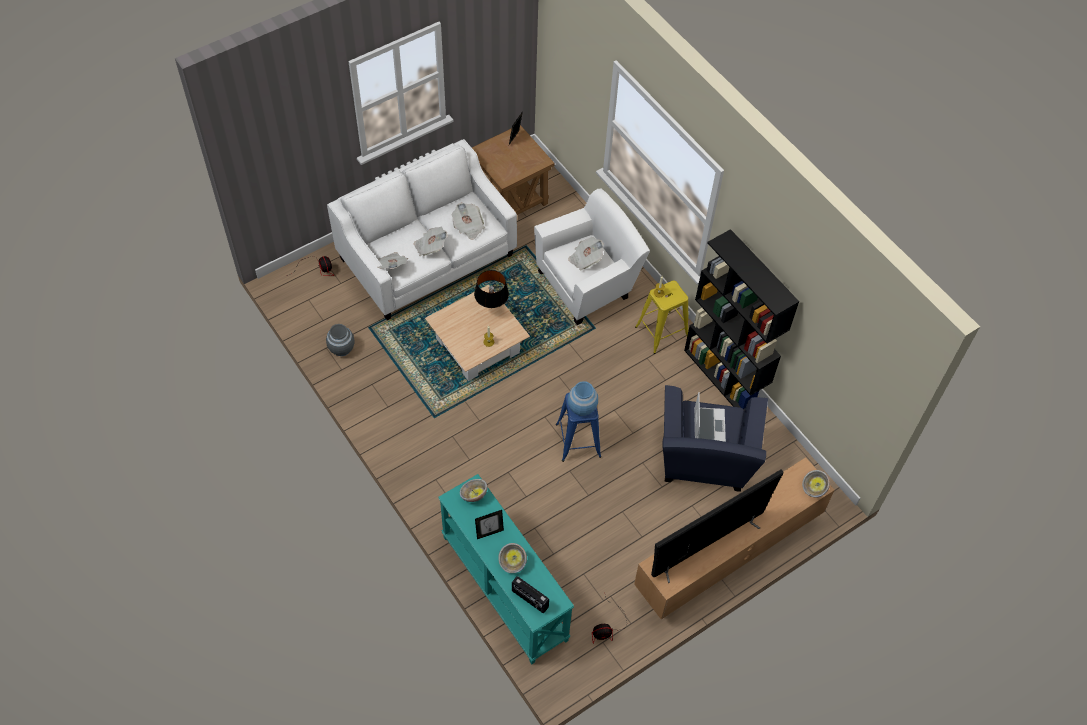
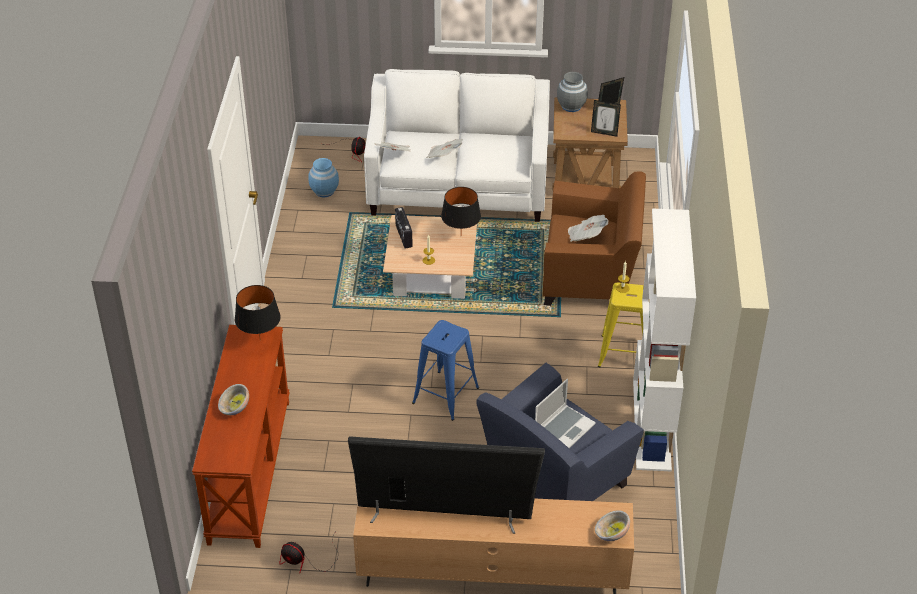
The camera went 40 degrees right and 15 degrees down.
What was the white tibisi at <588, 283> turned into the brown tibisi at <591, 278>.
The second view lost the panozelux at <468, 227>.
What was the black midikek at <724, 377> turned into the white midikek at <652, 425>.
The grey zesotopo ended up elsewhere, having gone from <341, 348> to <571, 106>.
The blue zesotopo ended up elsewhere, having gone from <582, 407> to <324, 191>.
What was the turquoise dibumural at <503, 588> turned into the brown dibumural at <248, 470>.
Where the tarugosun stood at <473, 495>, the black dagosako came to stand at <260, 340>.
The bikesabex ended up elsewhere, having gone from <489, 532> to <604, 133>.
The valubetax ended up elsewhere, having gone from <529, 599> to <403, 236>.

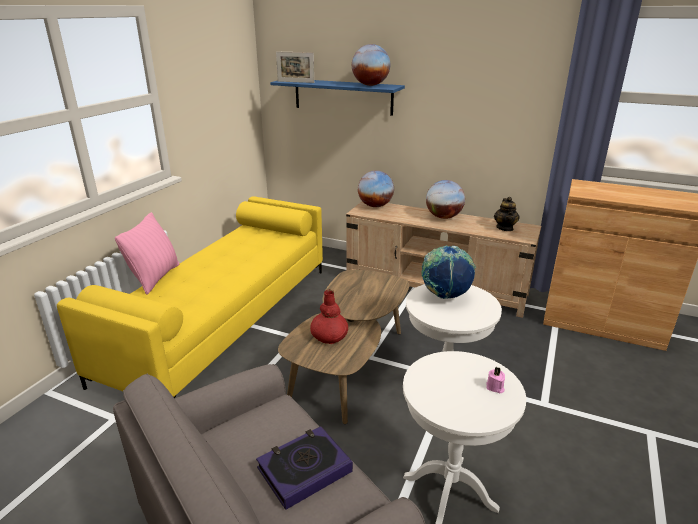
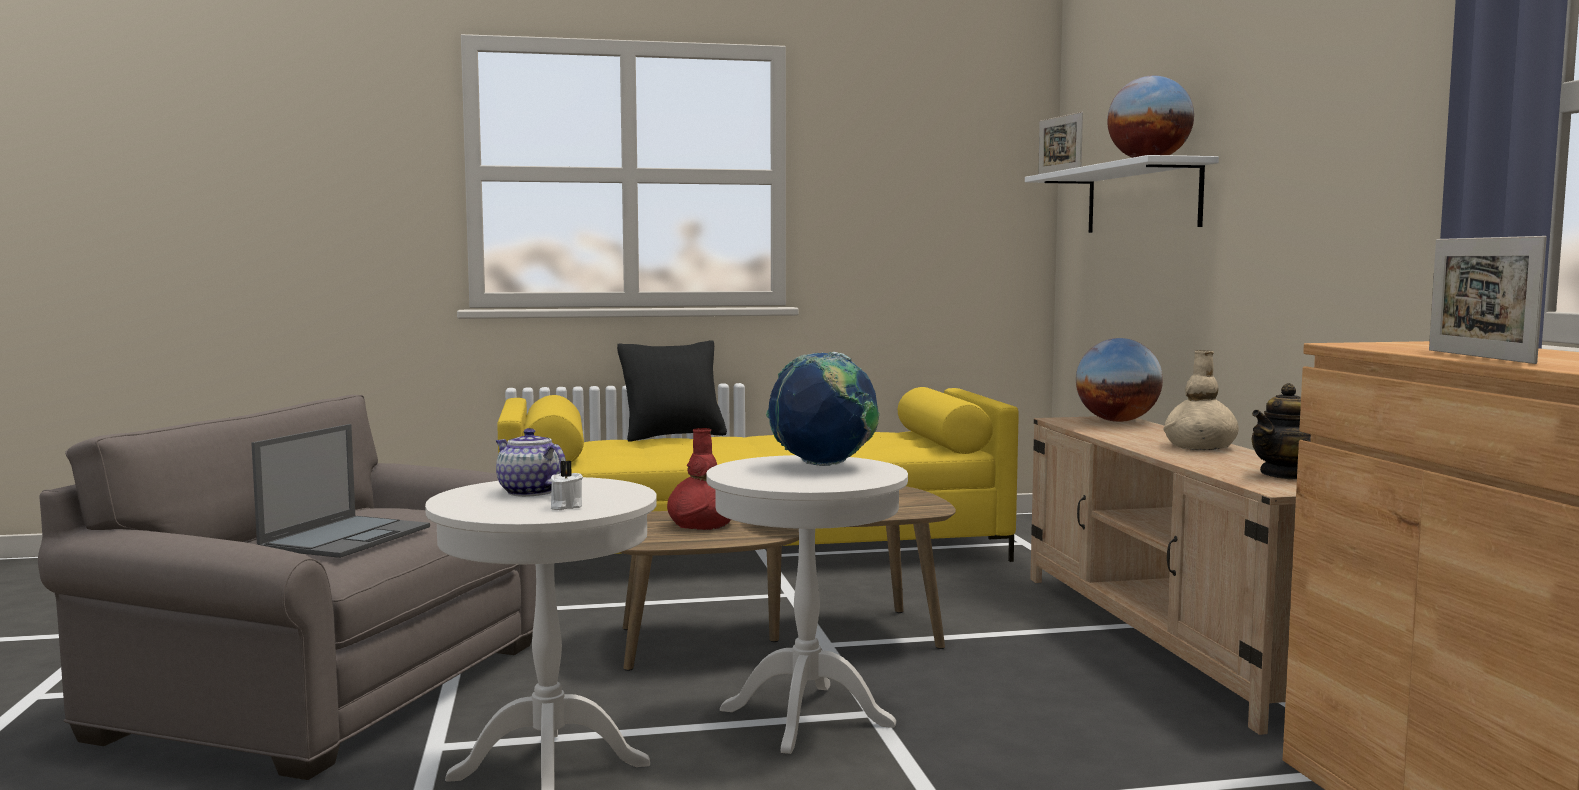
The camera went 55 degrees right and 20 degrees down.
What was the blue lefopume at <343, 96> turned into the white lefopume at <1142, 199>.
Where the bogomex stood at <443, 217>, the beige zesotopo came to stand at <1200, 447>.
What was the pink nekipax at <155, 278> turned into the black nekipax at <673, 436>.
What was the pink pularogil at <495, 387> turned into the white pularogil at <565, 506>.
Where the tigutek stood at <304, 469>, the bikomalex came to stand at <347, 537>.
The second view gained the bikesabex at <1479, 356>.
The second view gained the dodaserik at <529, 492>.

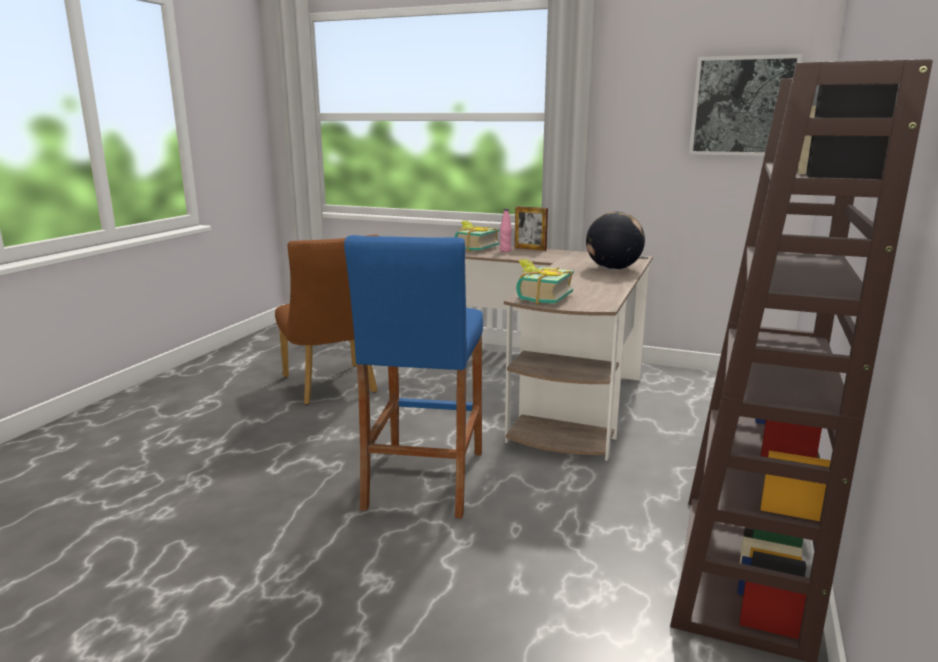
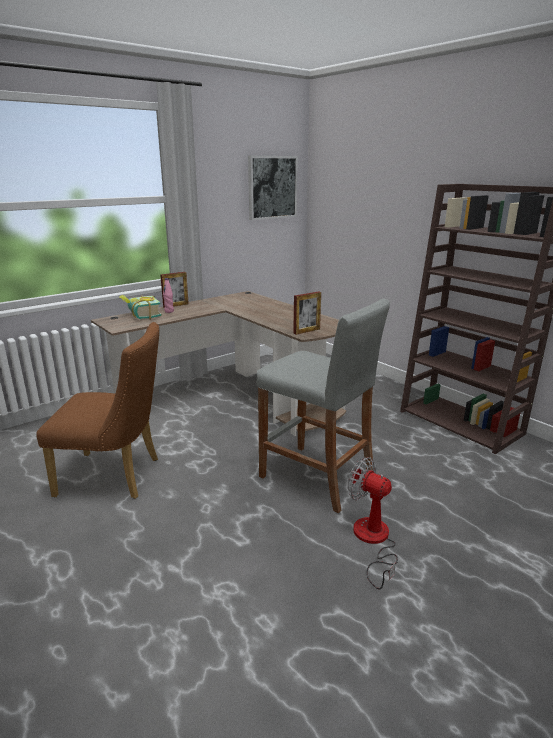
The camera went 60 degrees left and 5 degrees up.
The second view lost the bogomex at <613, 268>.
What was the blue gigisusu at <424, 479> turned into the grey gigisusu at <317, 477>.
Where the tigutek stood at <539, 297>, the bikesabex came to stand at <306, 331>.
The second view gained the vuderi at <373, 541>.

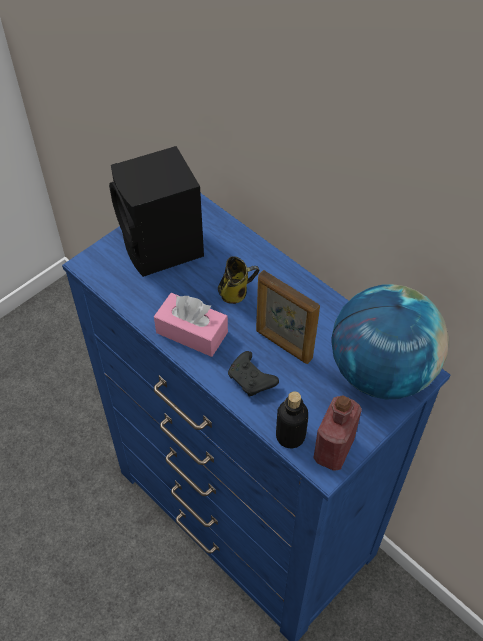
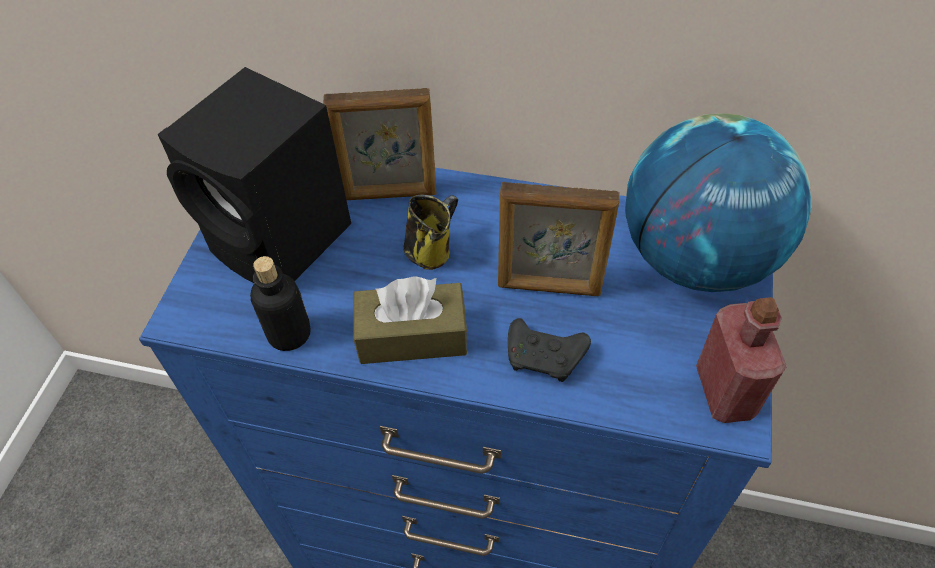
The camera went 30 degrees left and 0 degrees up.
What was the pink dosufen at <192, 332> turned into the brown dosufen at <412, 336>.
The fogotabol ended up elsewhere, having gone from <290, 436> to <289, 334>.
The second view gained the bikesabex at <390, 194>.

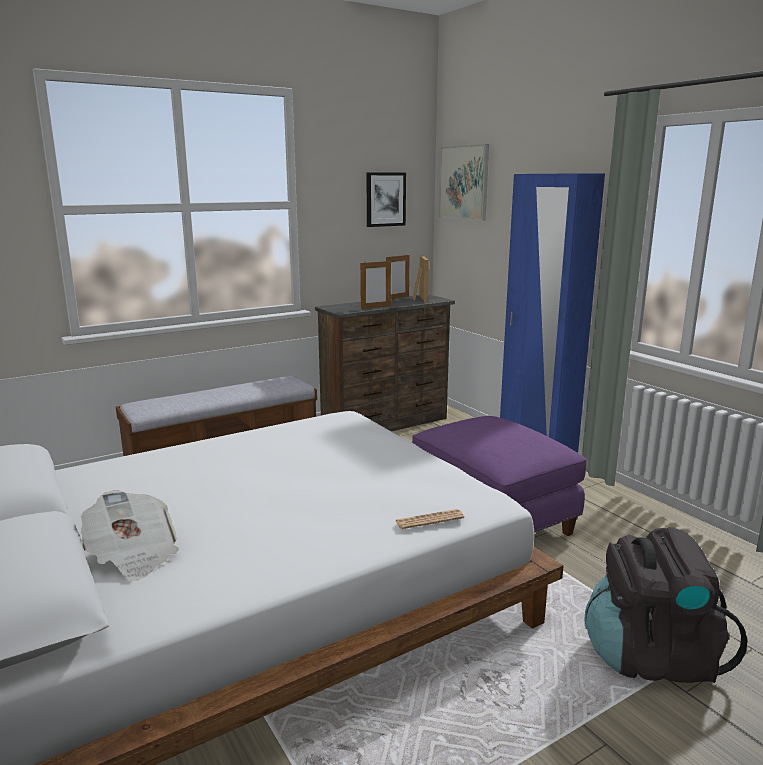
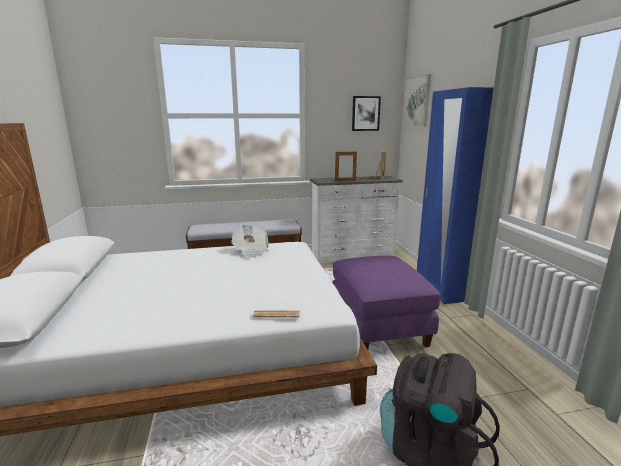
The camera went 20 degrees right and 0 degrees up.
The second view lost the bikesabex at <397, 298>.
What was the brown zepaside at <387, 424> turned into the white zepaside at <353, 256>.
The panozelux ended up elsewhere, having gone from <133, 555> to <250, 251>.

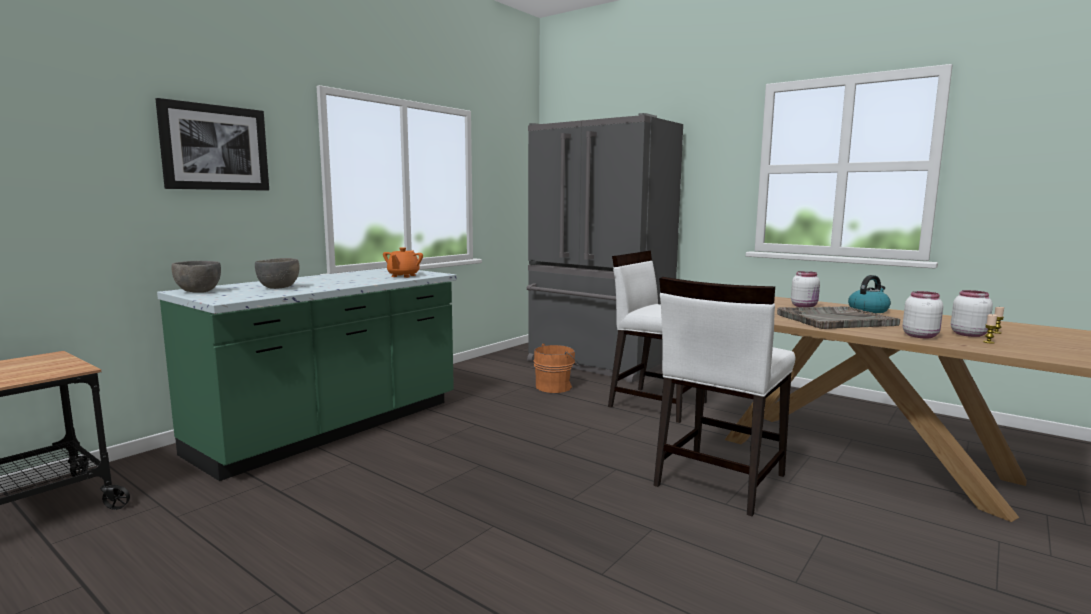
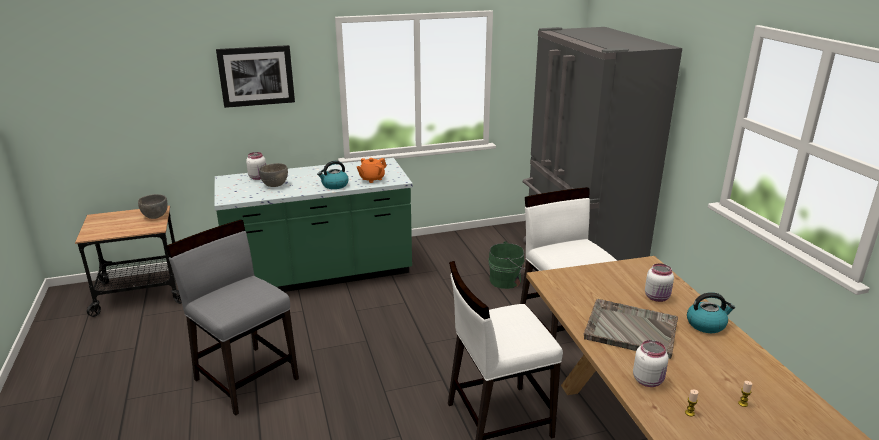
The camera went 35 degrees right and 15 degrees up.
The grey tarugosun ended up elsewhere, having gone from <198, 291> to <155, 216>.
The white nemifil ended up elsewhere, having gone from <968, 334> to <258, 177>.
What was the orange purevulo at <555, 387> turned into the green purevulo at <507, 280>.
The second view gained the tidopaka at <334, 185>.
The second view gained the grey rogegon at <246, 378>.

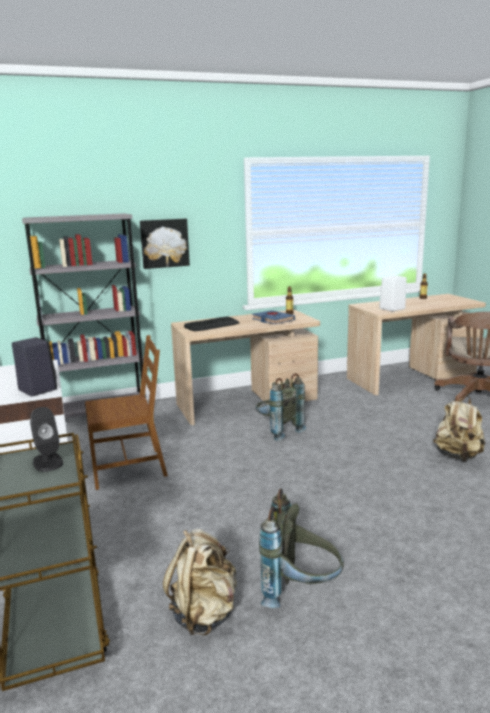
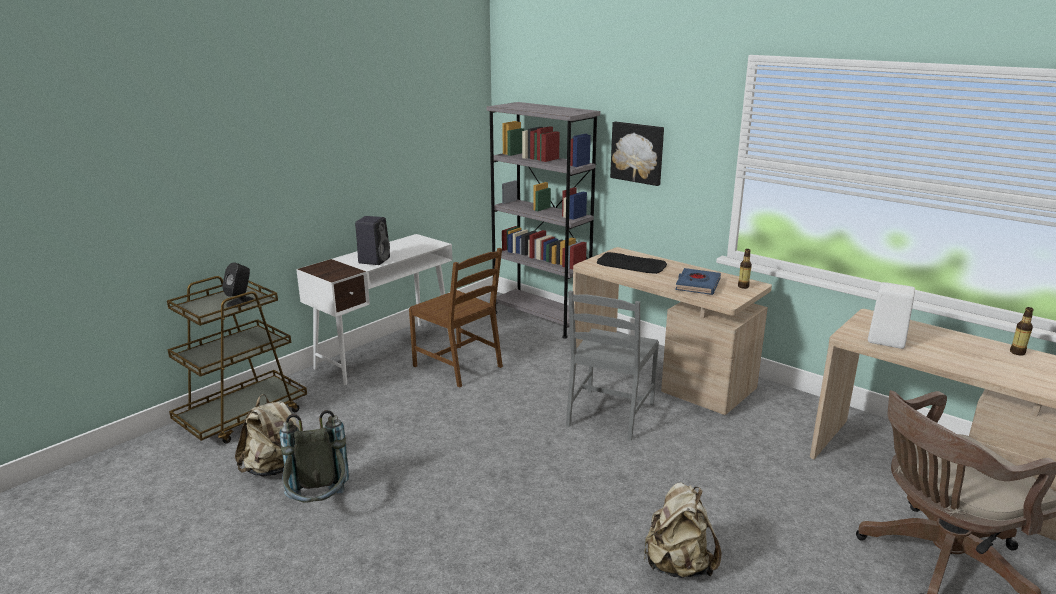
The camera went 60 degrees right and 5 degrees up.
Where the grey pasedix stood at <278, 431>, the grey rogegon came to stand at <610, 415>.

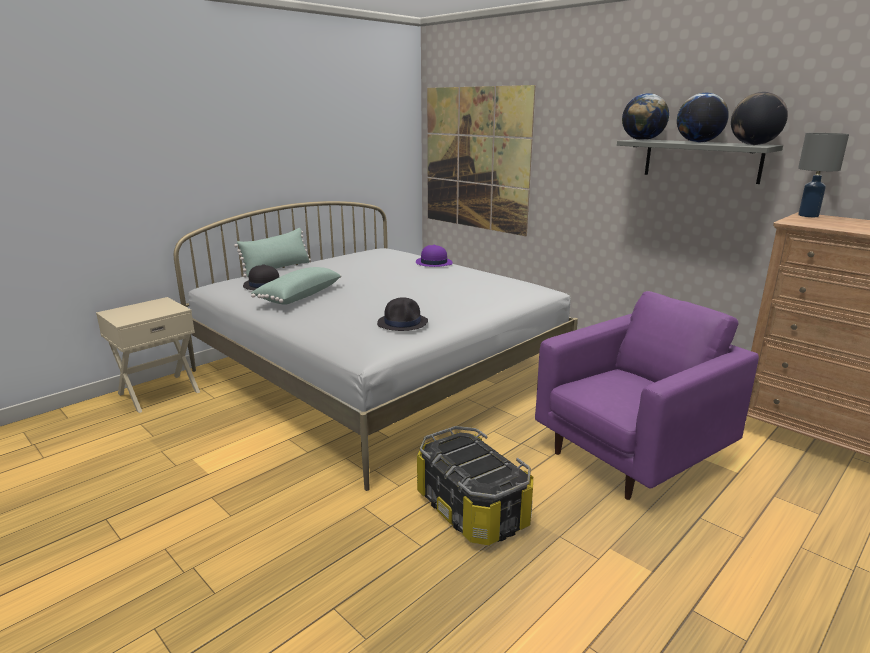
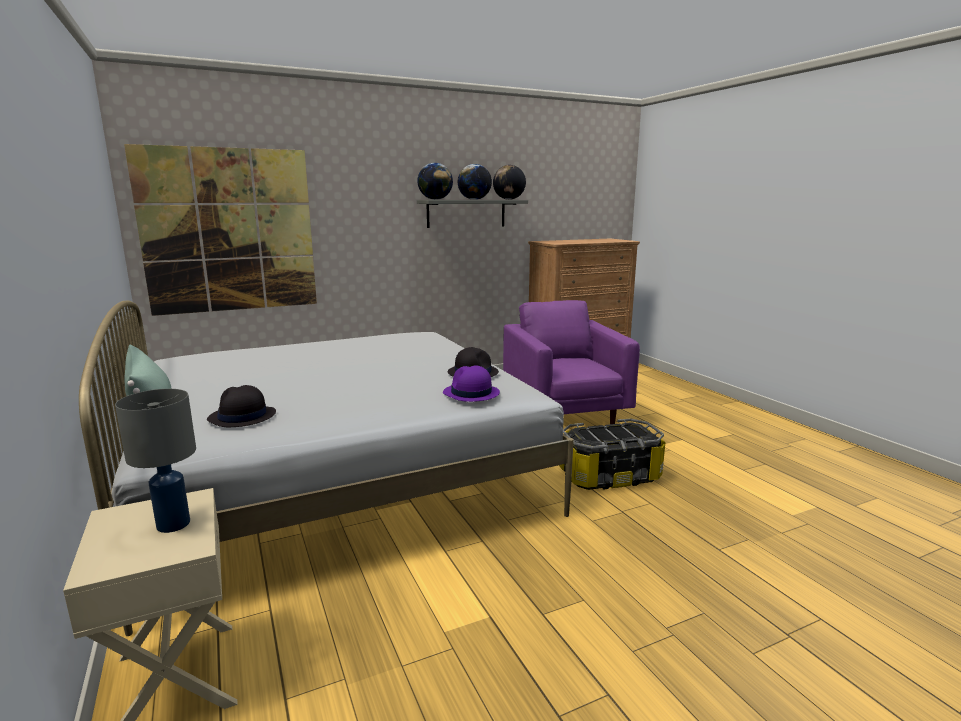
The camera went 70 degrees left and 5 degrees down.
The grey dagosako ended up elsewhere, having gone from <809, 216> to <174, 524>.
The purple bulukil ended up elsewhere, having gone from <433, 263> to <471, 393>.
The second view lost the green nekipax at <298, 296>.

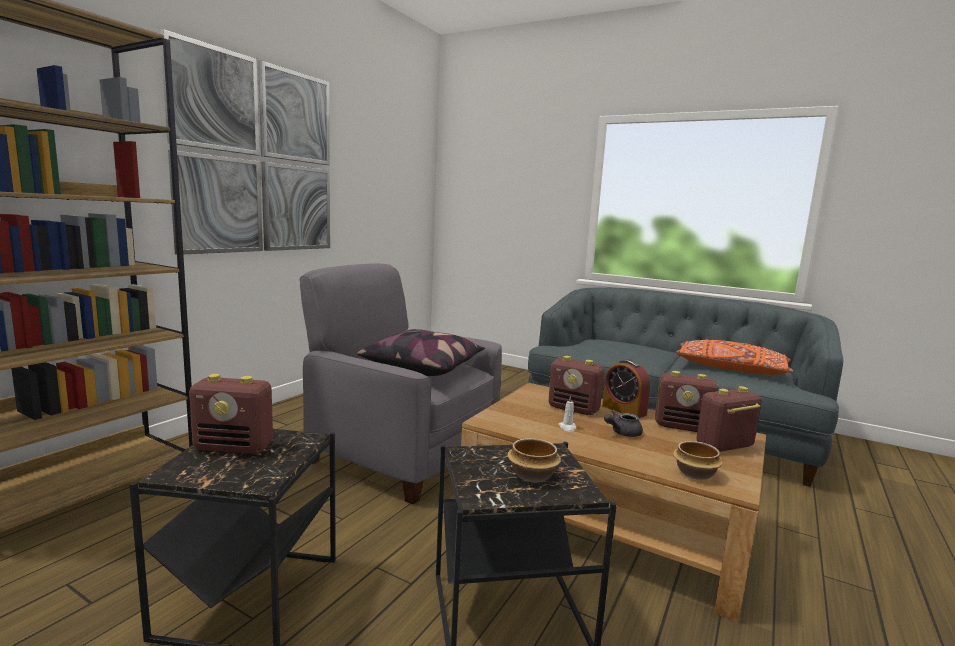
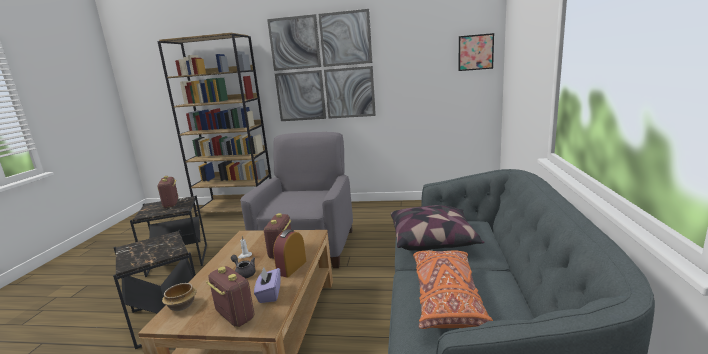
The camera went 70 degrees right and 5 degrees up.
The nekipax ended up elsewhere, having gone from <423, 368> to <433, 240>.
Where the valubetax stood at <682, 427>, the purple dosufen came to stand at <269, 294>.
The second view lost the tarugosun at <531, 476>.
The second view gained the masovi at <475, 52>.

